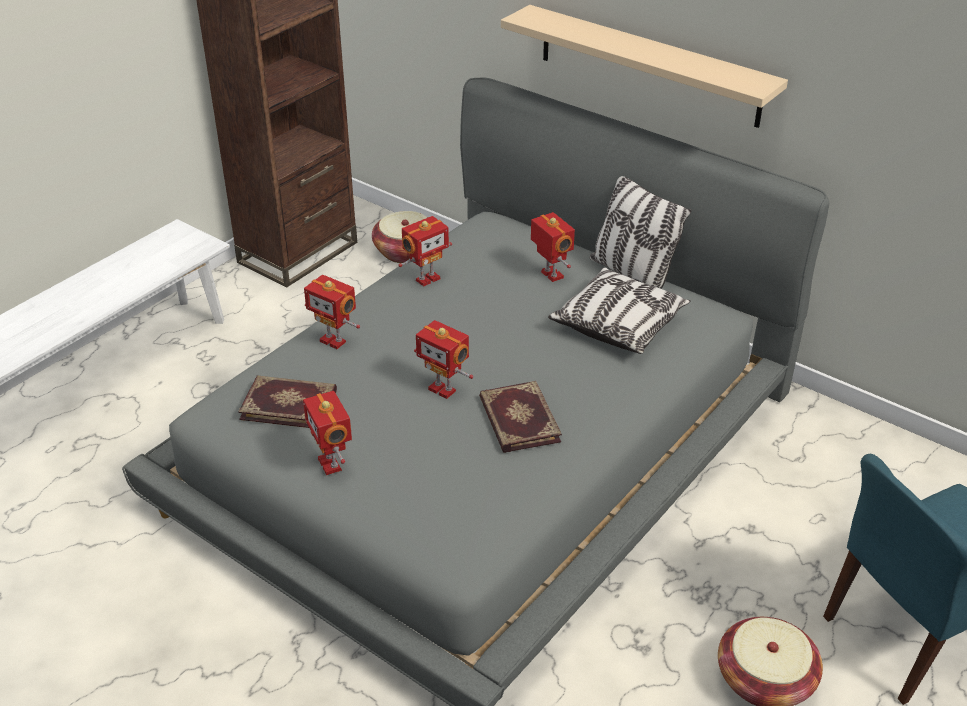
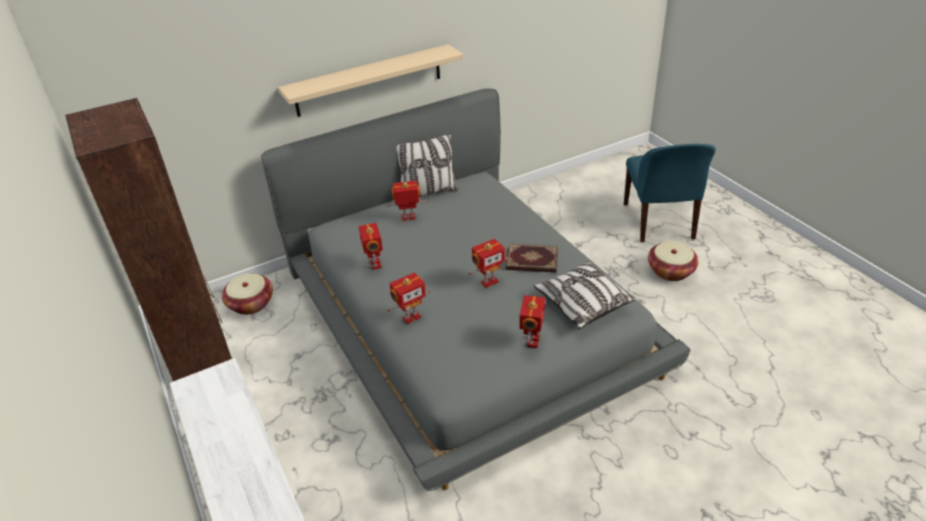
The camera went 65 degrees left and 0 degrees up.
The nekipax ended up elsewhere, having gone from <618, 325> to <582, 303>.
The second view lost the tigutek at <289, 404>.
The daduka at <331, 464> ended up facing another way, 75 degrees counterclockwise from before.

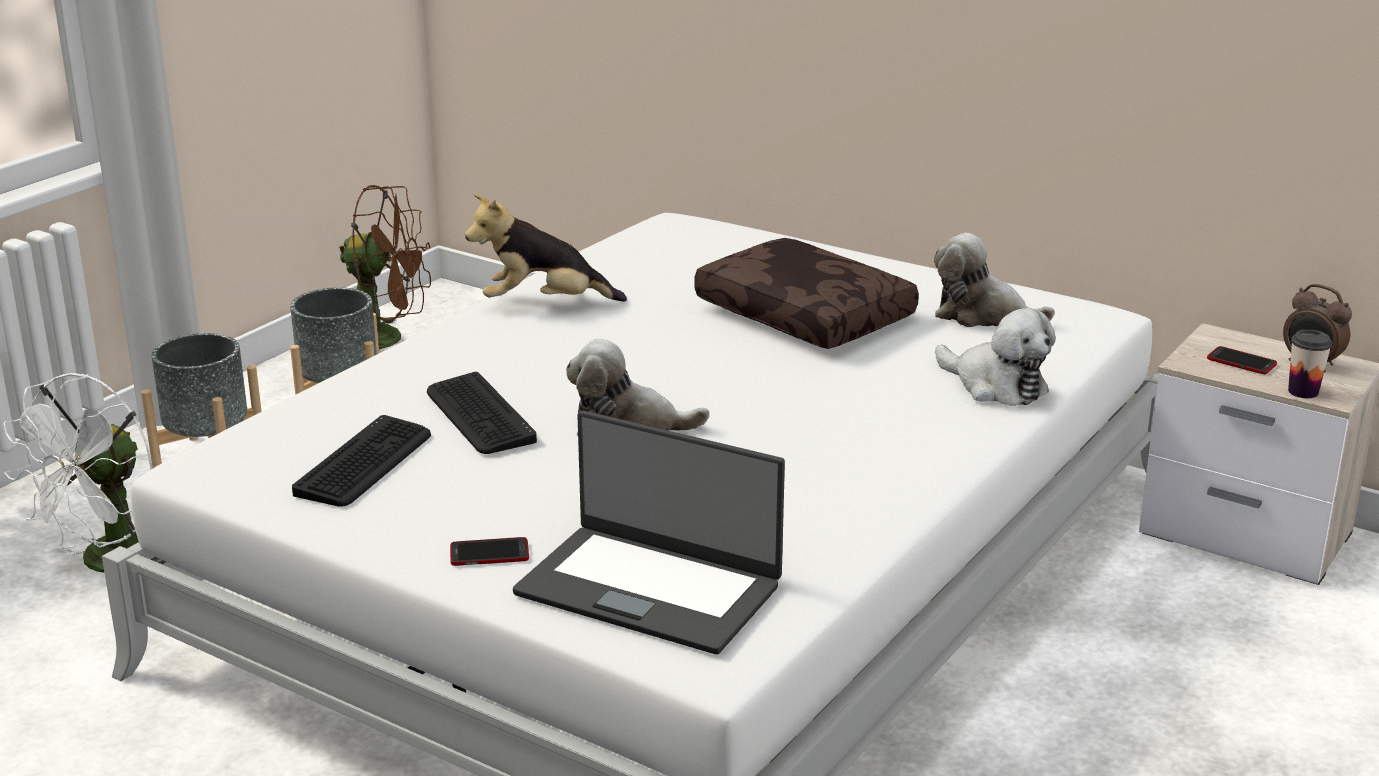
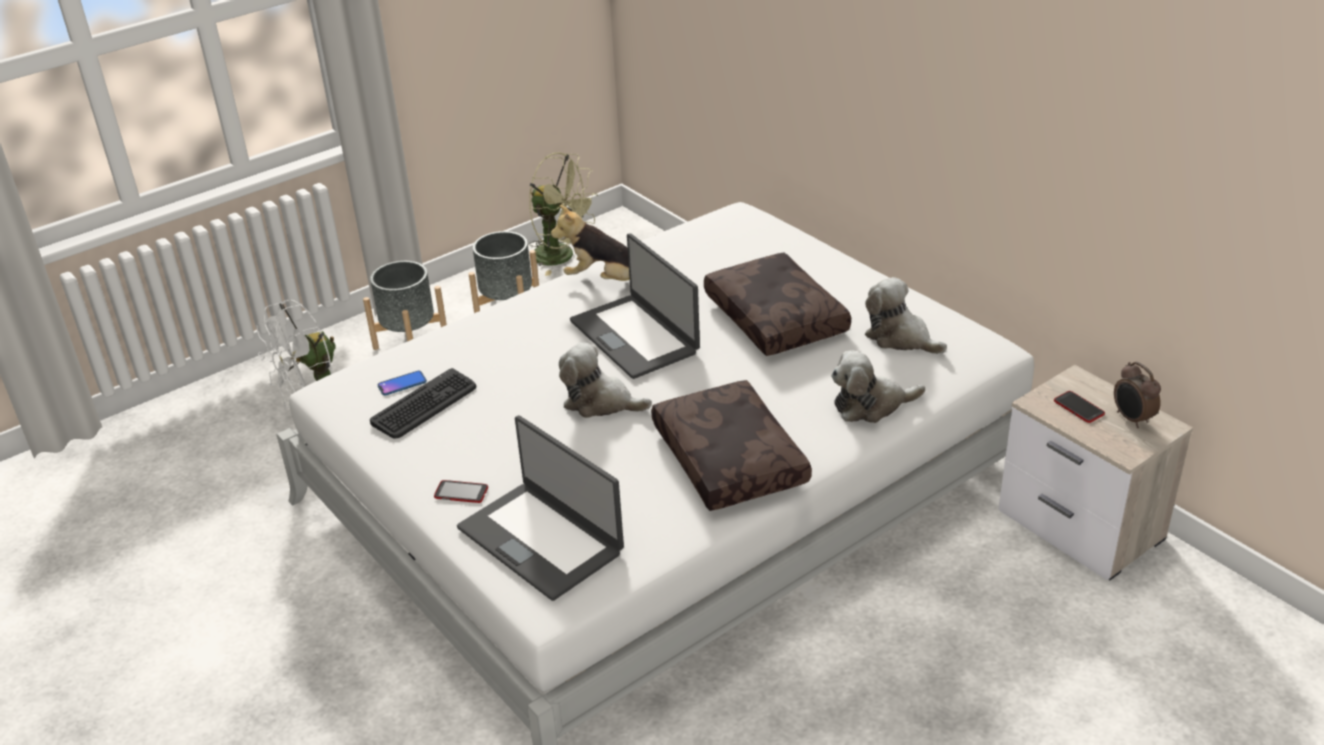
The camera went 20 degrees right and 10 degrees up.
What was the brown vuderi at <386, 339> turned into the green vuderi at <562, 257>.
The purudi at <995, 386> ended up facing another way, 105 degrees clockwise from before.
The second view lost the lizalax at <1303, 392>.
The second view lost the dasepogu at <479, 415>.
The second view gained the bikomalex at <635, 336>.
The second view gained the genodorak at <402, 384>.
The second view gained the brown nekipax at <726, 459>.

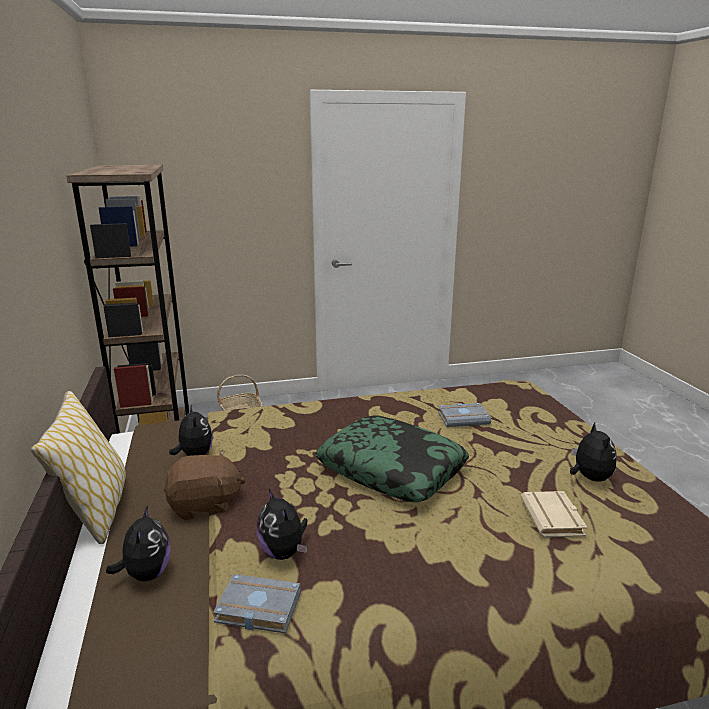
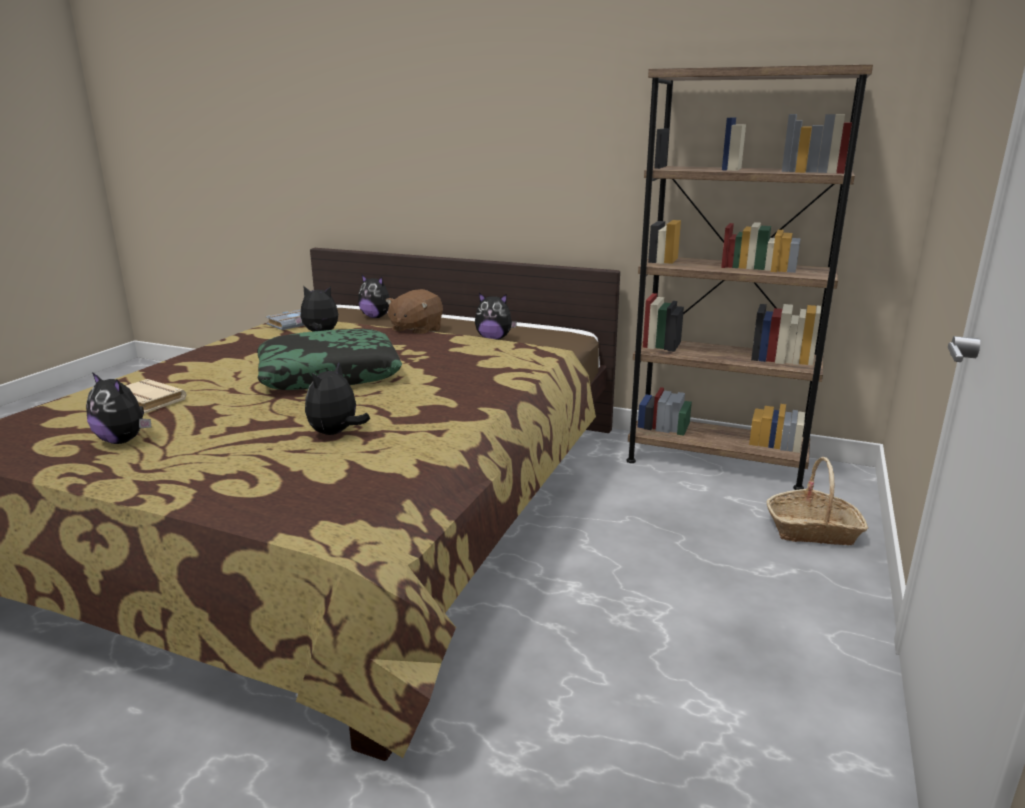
The camera went 125 degrees right and 0 degrees up.
The second view lost the nekipax at <96, 511>.
Where the grey tigutek stood at <464, 418>, the purudi came to stand at <336, 433>.

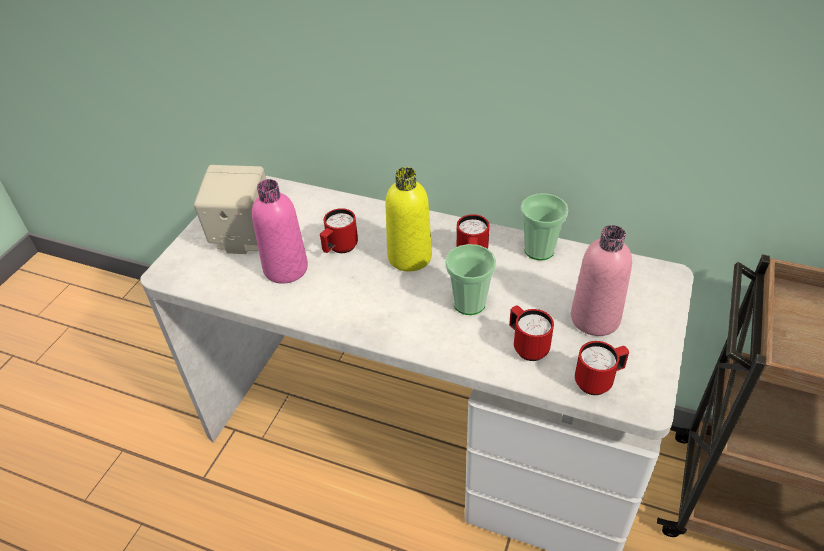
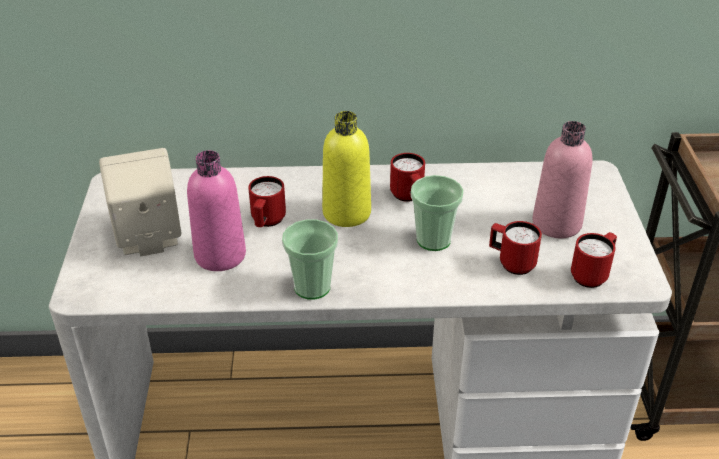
The camera went 25 degrees left and 5 degrees down.
The lizalax ended up elsewhere, having gone from <539, 250> to <312, 287>.

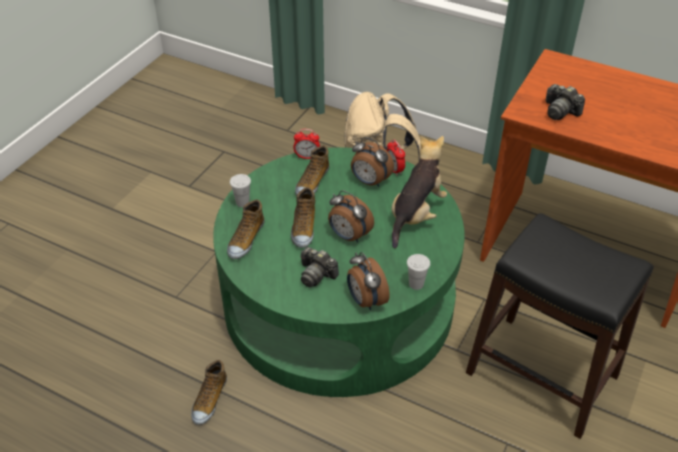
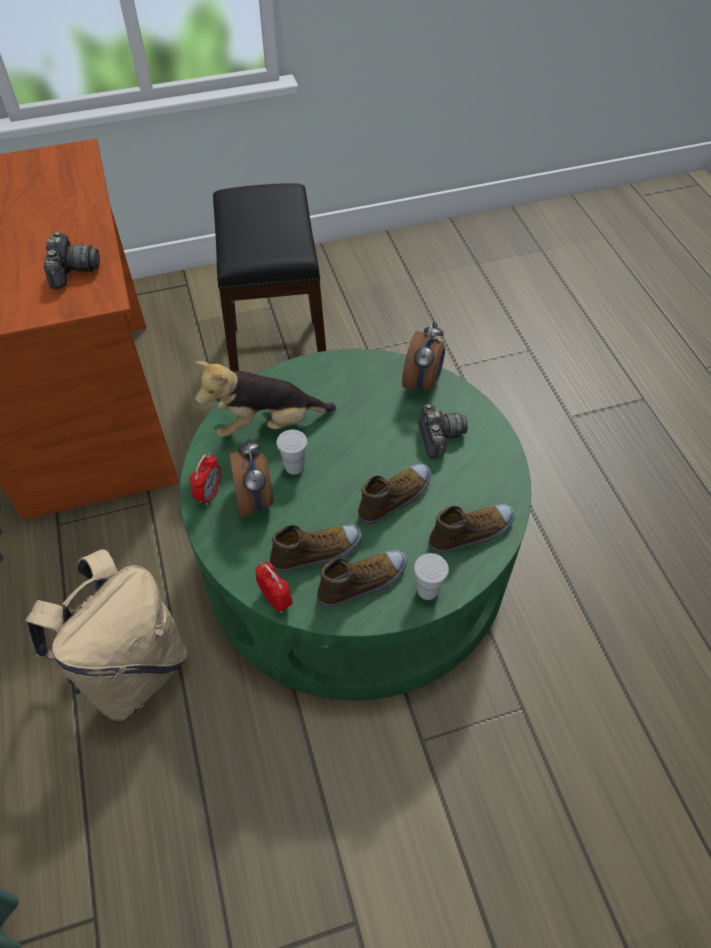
The camera went 135 degrees left and 10 degrees up.
The second view lost the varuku at <348, 236>.
The white lizalax ended up elsewhere, having gone from <416, 284> to <294, 467>.
The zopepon ended up elsewhere, having gone from <209, 399> to <363, 582>.

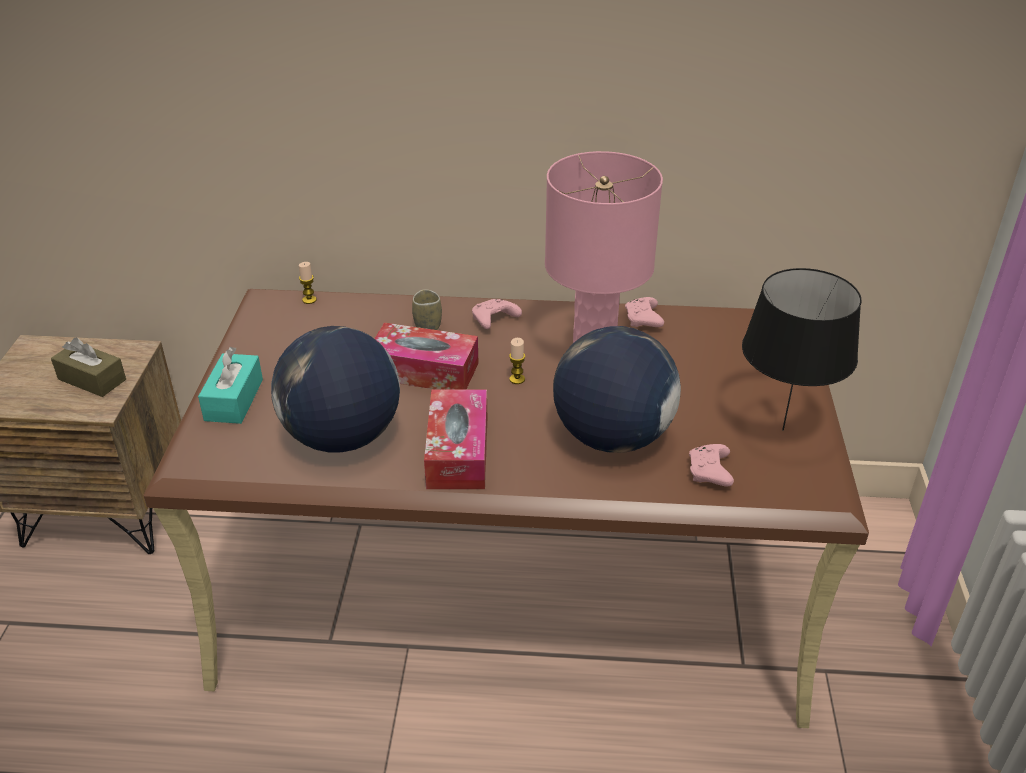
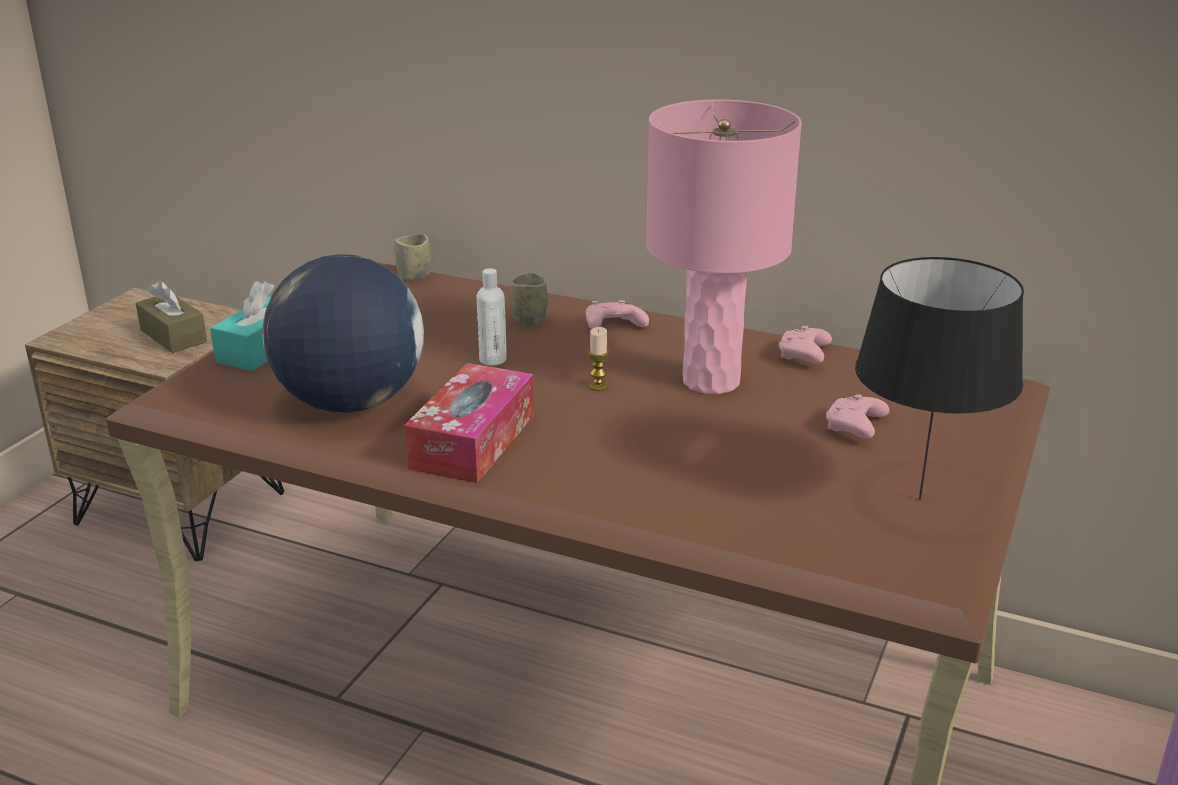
The camera went 20 degrees right and 10 degrees down.
Where the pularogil stood at <309, 300>, the lizalax came to stand at <414, 277>.
Where the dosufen stood at <424, 371>, the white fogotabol came to stand at <492, 359>.
The second view lost the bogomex at <612, 437>.
The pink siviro ended up elsewhere, having gone from <710, 473> to <855, 428>.

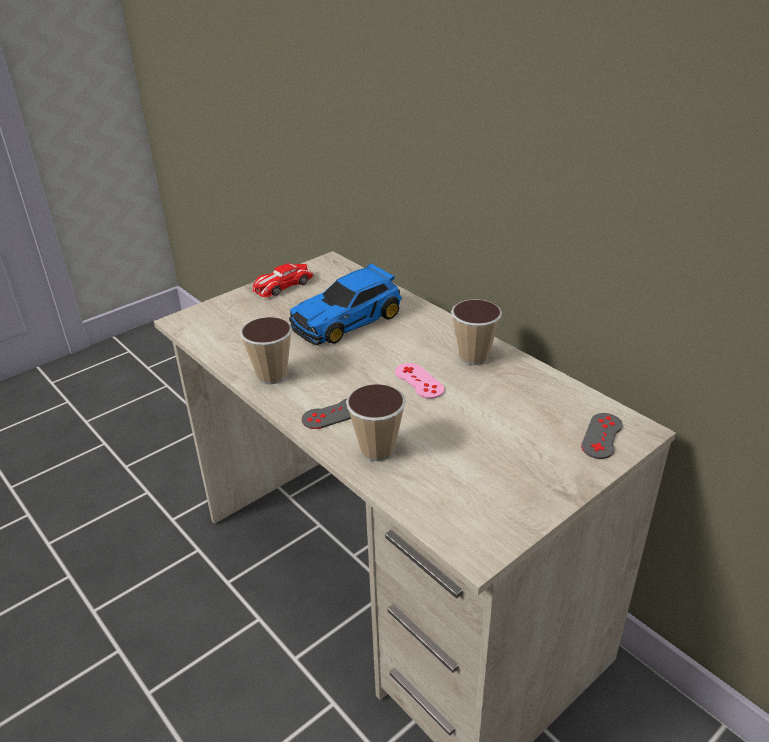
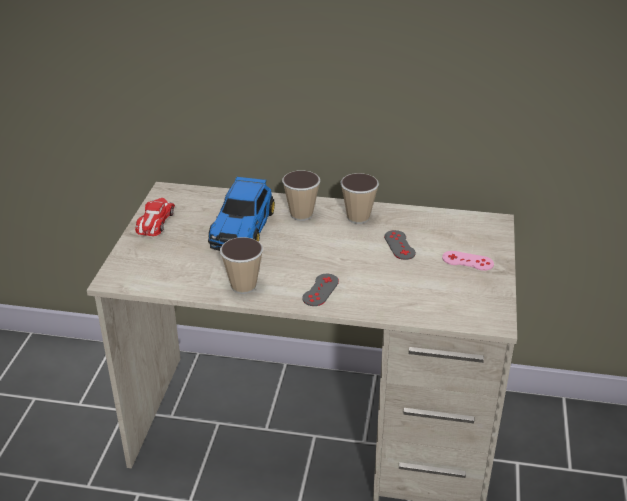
The camera went 40 degrees left and 0 degrees up.
The pink siviro ended up elsewhere, having gone from <419, 381> to <467, 261>.
The lizalax ended up elsewhere, having gone from <377, 450> to <301, 214>.
The grey siviro ended up elsewhere, having gone from <602, 436> to <399, 245>.

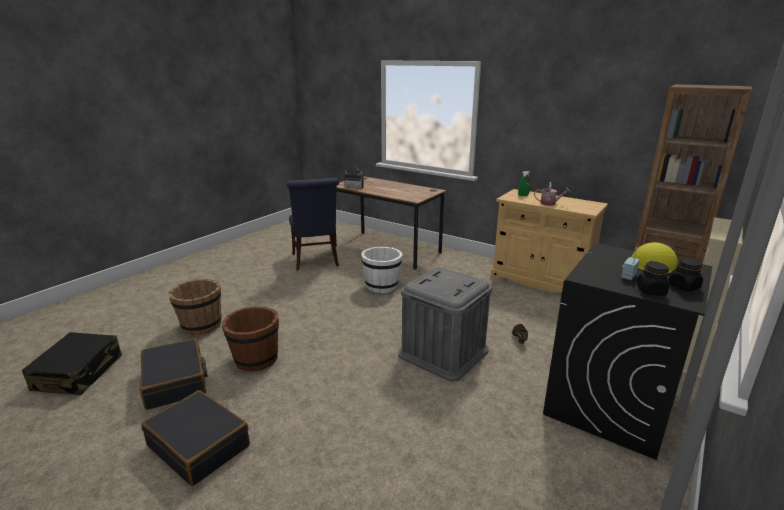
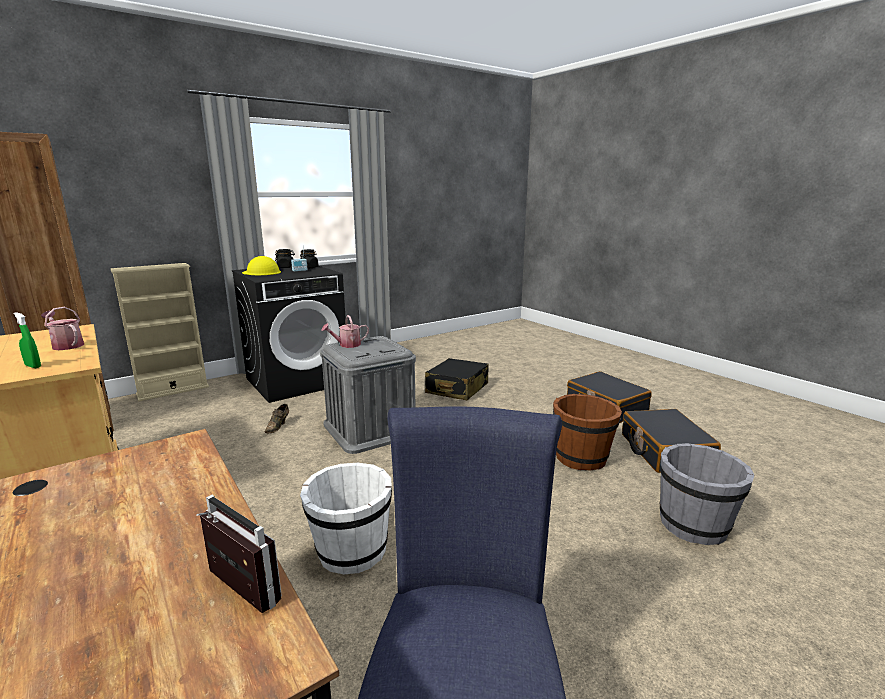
The camera went 160 degrees left and 5 degrees down.
What was the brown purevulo at <201, 326> turned into the grey purevulo at <694, 525>.
The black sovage ended up elsewhere, having gone from <79, 373> to <457, 389>.
The second view gained the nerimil at <347, 345>.

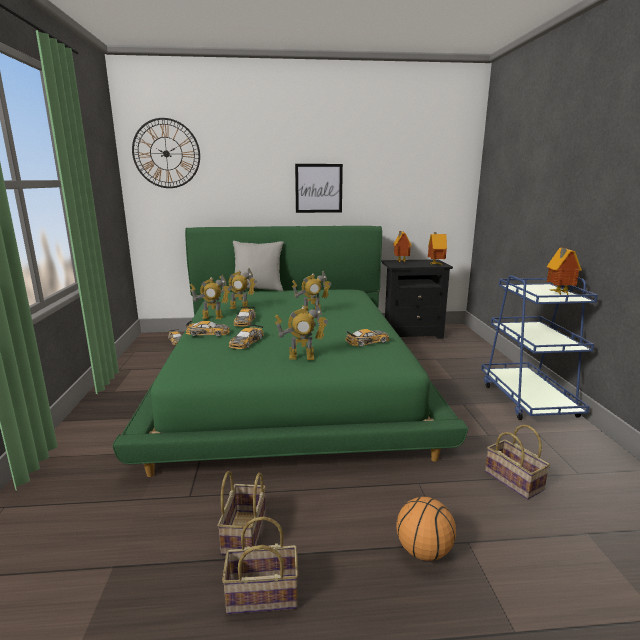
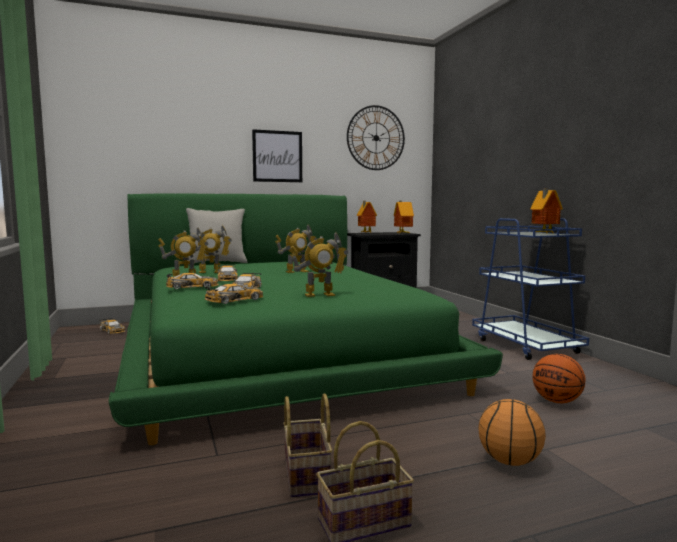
The camera went 15 degrees left and 10 degrees down.
The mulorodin ended up elsewhere, having gone from <166, 153> to <376, 138>.
The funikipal ended up elsewhere, having gone from <368, 341> to <235, 300>.
Where the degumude stood at <515, 481>, the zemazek came to stand at <557, 401>.

